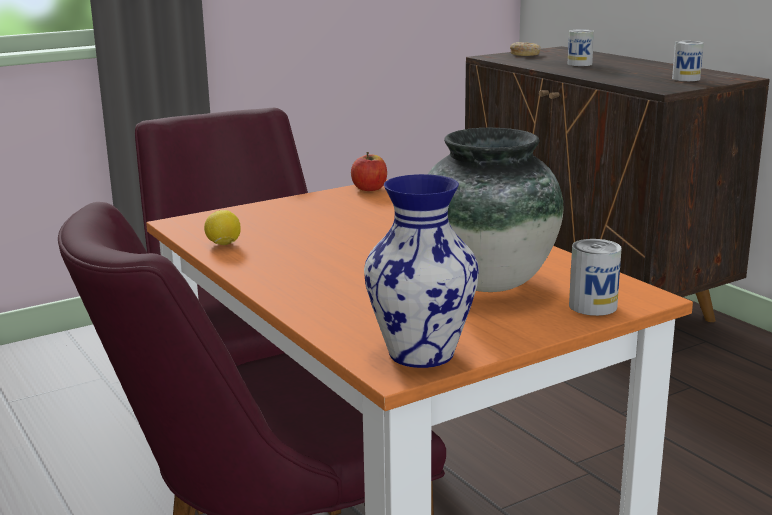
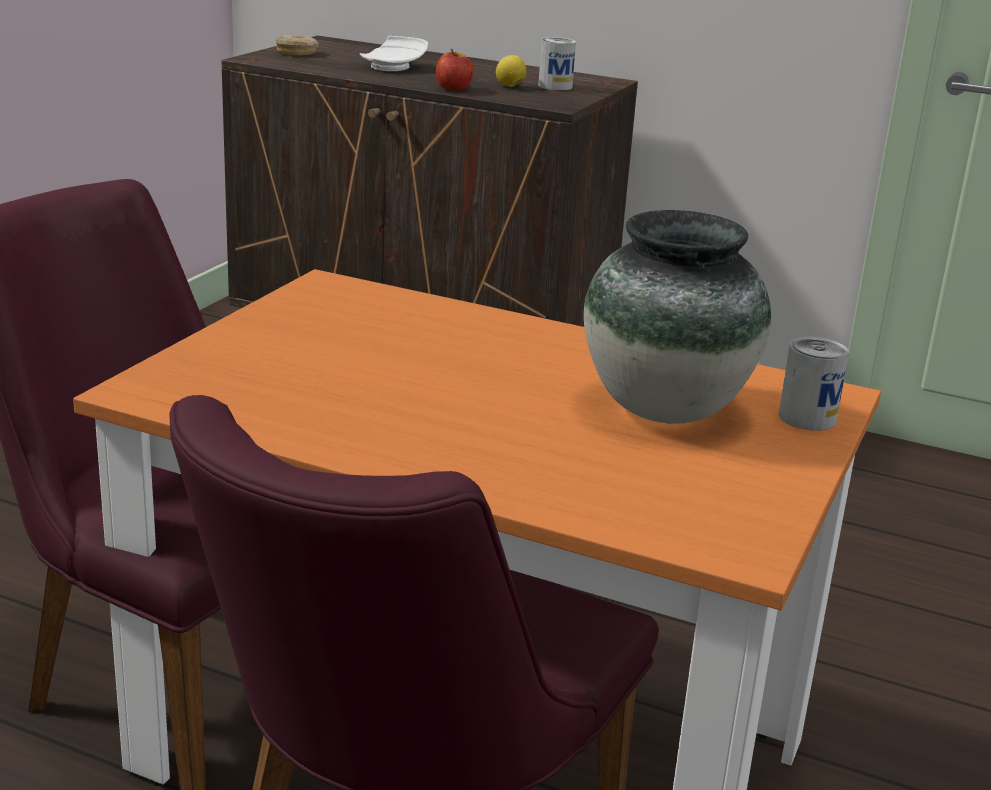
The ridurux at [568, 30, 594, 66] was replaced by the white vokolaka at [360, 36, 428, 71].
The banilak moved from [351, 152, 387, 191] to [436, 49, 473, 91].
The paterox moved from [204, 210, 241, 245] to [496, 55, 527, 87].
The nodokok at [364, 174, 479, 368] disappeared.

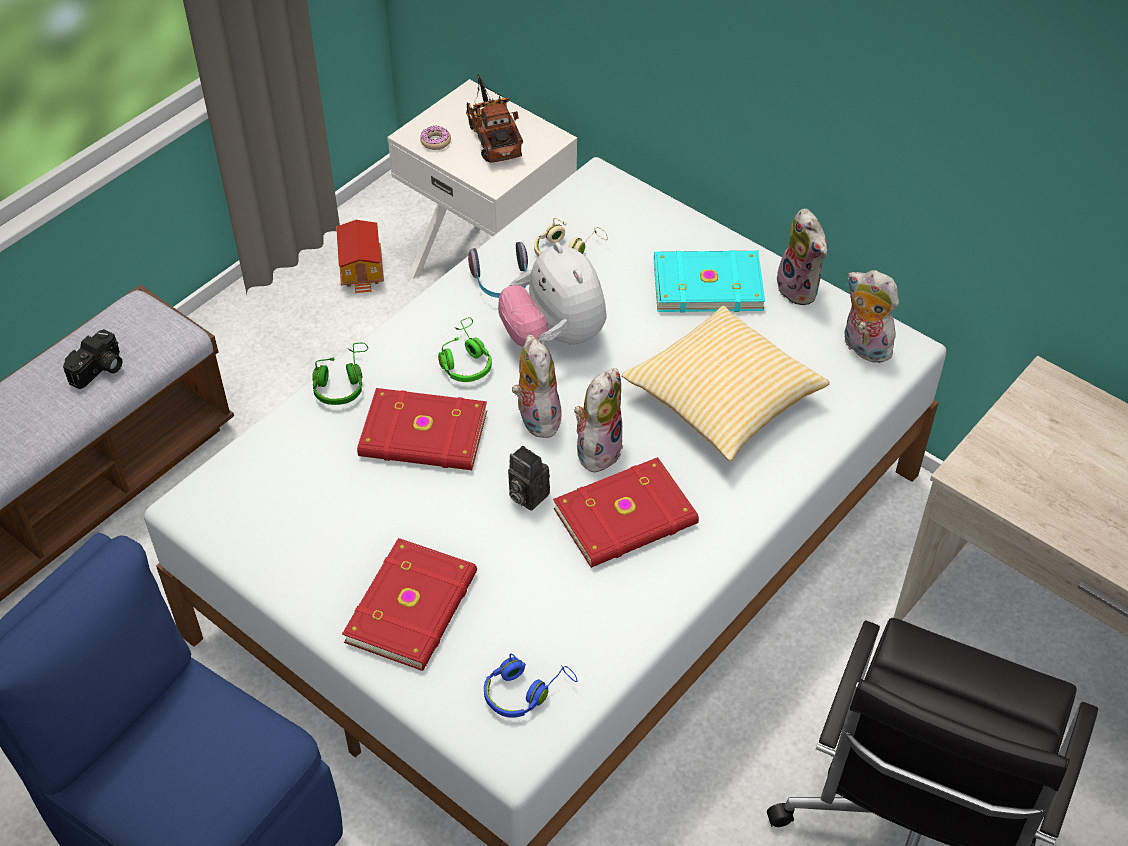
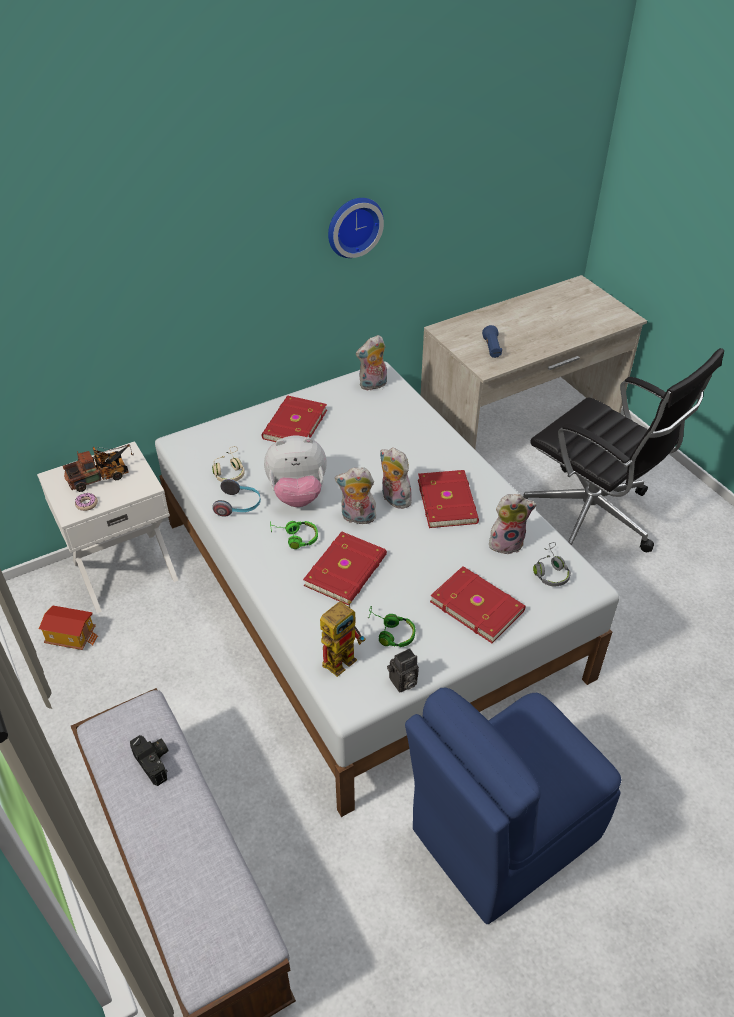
The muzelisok at [466, 74, 523, 163] turned 150 degrees clockwise.
The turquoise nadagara at [654, 250, 765, 313] became the red nadagara at [262, 396, 327, 442].
The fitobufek at [320, 600, 366, 677] appeared.
The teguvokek at [328, 198, 384, 258] appeared.
The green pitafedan moved from [312, 343, 368, 405] to [368, 606, 415, 647].
The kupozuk moved from [508, 446, 550, 511] to [387, 648, 419, 692].
The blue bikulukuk at [482, 325, 502, 358] appeared.
The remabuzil moved from [773, 209, 828, 305] to [489, 494, 536, 554].
The blue pitafedan at [484, 653, 578, 718] became the grey pitafedan at [533, 542, 571, 586].
The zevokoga at [622, 306, 830, 461] disappeared.

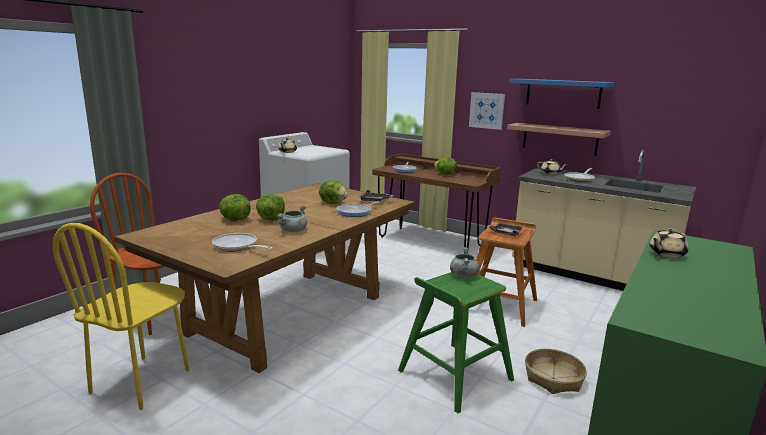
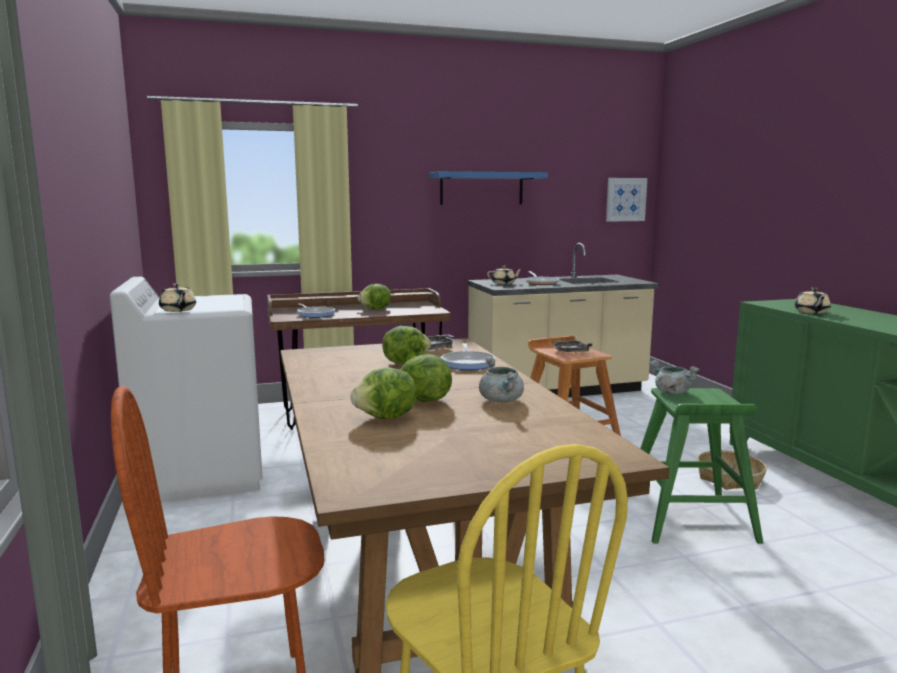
The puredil moved from [469, 92, 505, 130] to [606, 178, 647, 221].
The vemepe at [212, 233, 273, 252] disappeared.
The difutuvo at [507, 123, 611, 156] disappeared.

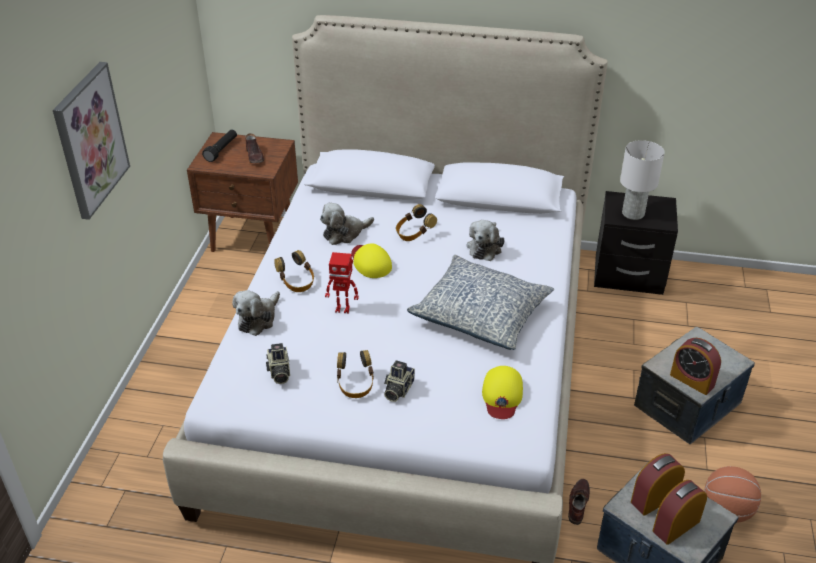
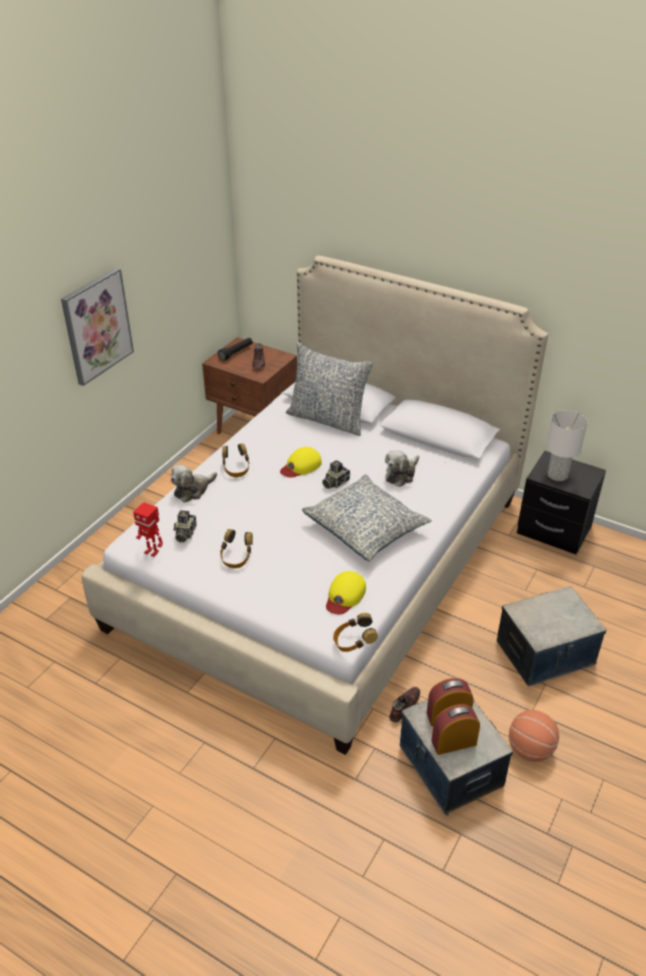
The fitobufek moved from [325, 252, 359, 314] to [133, 502, 163, 557].
The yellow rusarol at [351, 243, 392, 278] turned 120 degrees counterclockwise.
The zevokoga at [286, 342, 373, 436] appeared.
The kupozuk moved from [384, 360, 415, 402] to [322, 460, 350, 489].
The pitafedan moved from [396, 204, 437, 241] to [333, 613, 378, 652].
The remabuzil at [320, 203, 374, 245] disappeared.
The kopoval at [670, 338, 721, 395] disappeared.

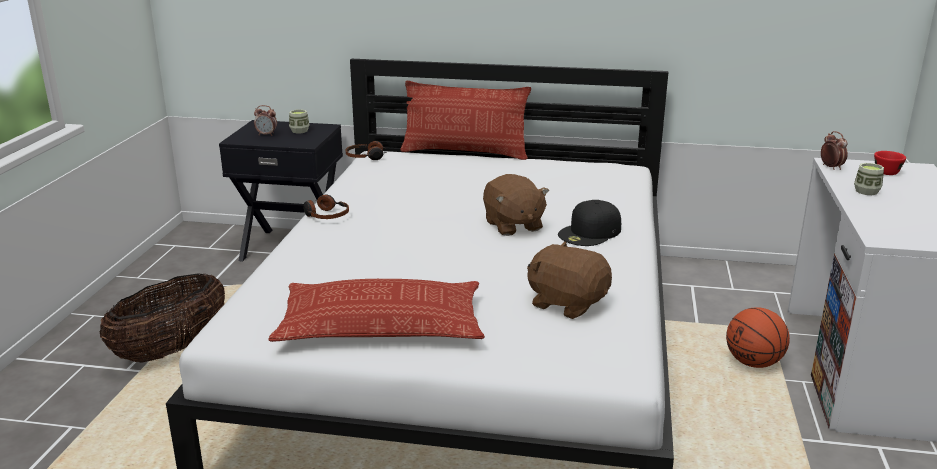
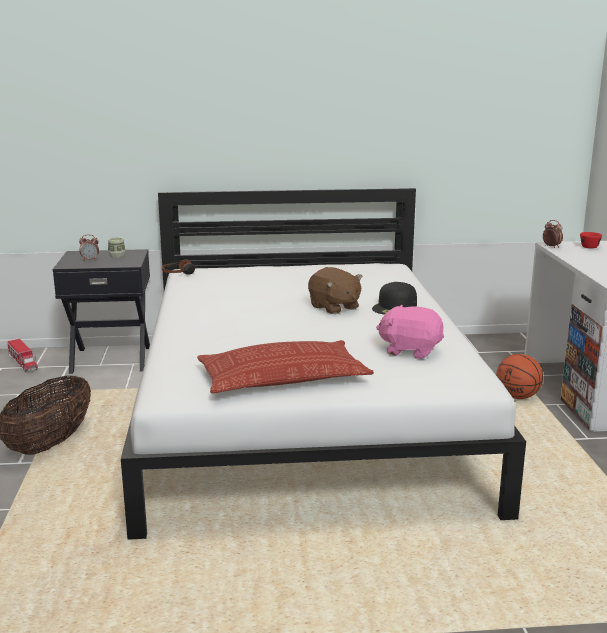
The muzelisok at [7, 339, 38, 372] appeared.
The brown remabuzil at [527, 241, 612, 319] became the pink remabuzil at [376, 305, 444, 359].
The pitafedan at [303, 195, 349, 219] disappeared.
The zevokoga at [400, 81, 531, 160] disappeared.
The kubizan at [854, 163, 884, 195] disappeared.

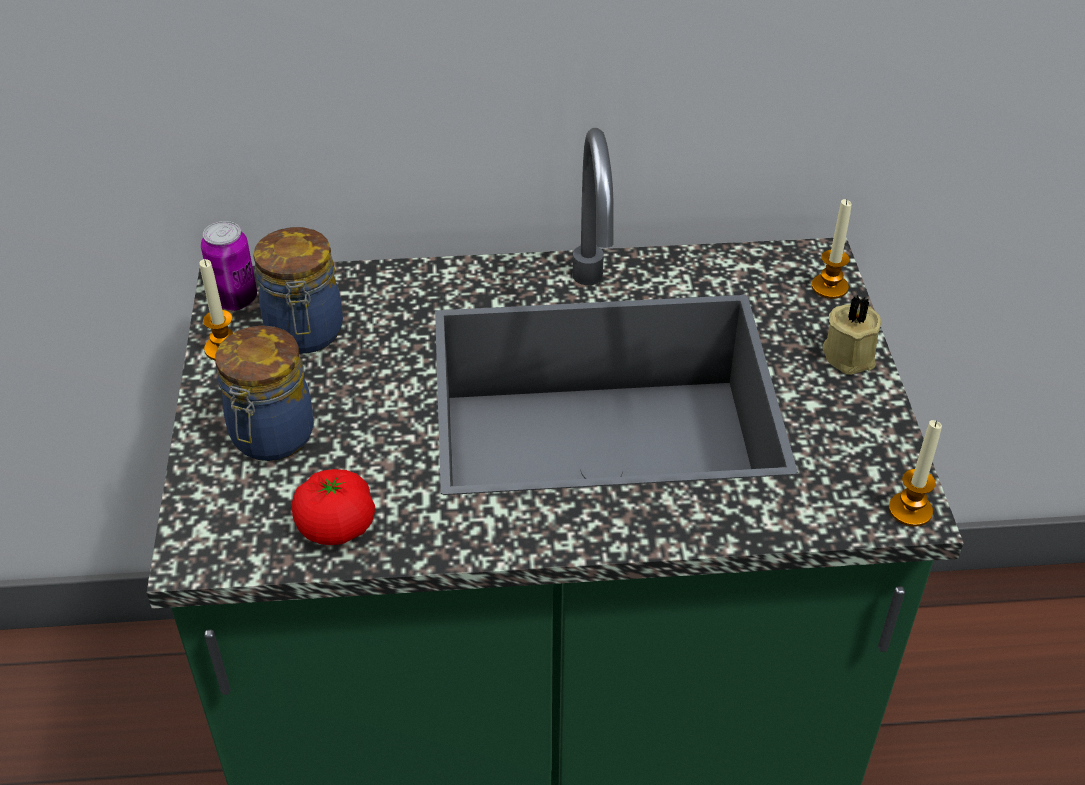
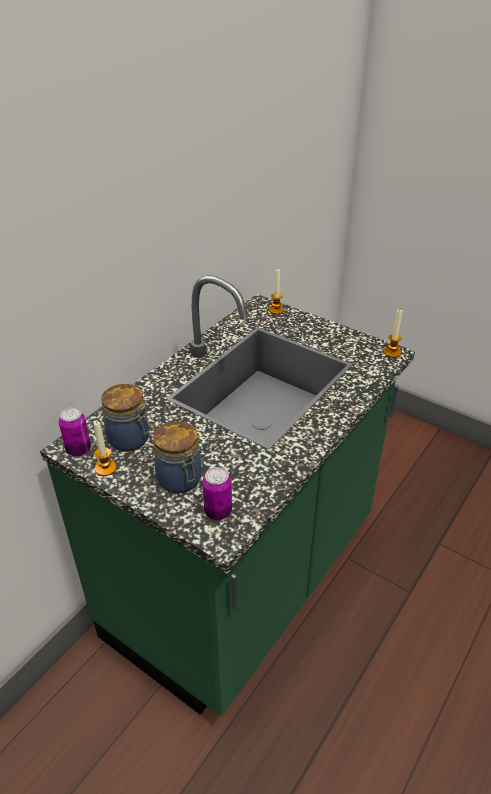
The ridurux at [202, 467, 232, 520] appeared.
The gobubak at [292, 469, 375, 545] disappeared.
The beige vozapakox at [823, 295, 881, 375] disappeared.

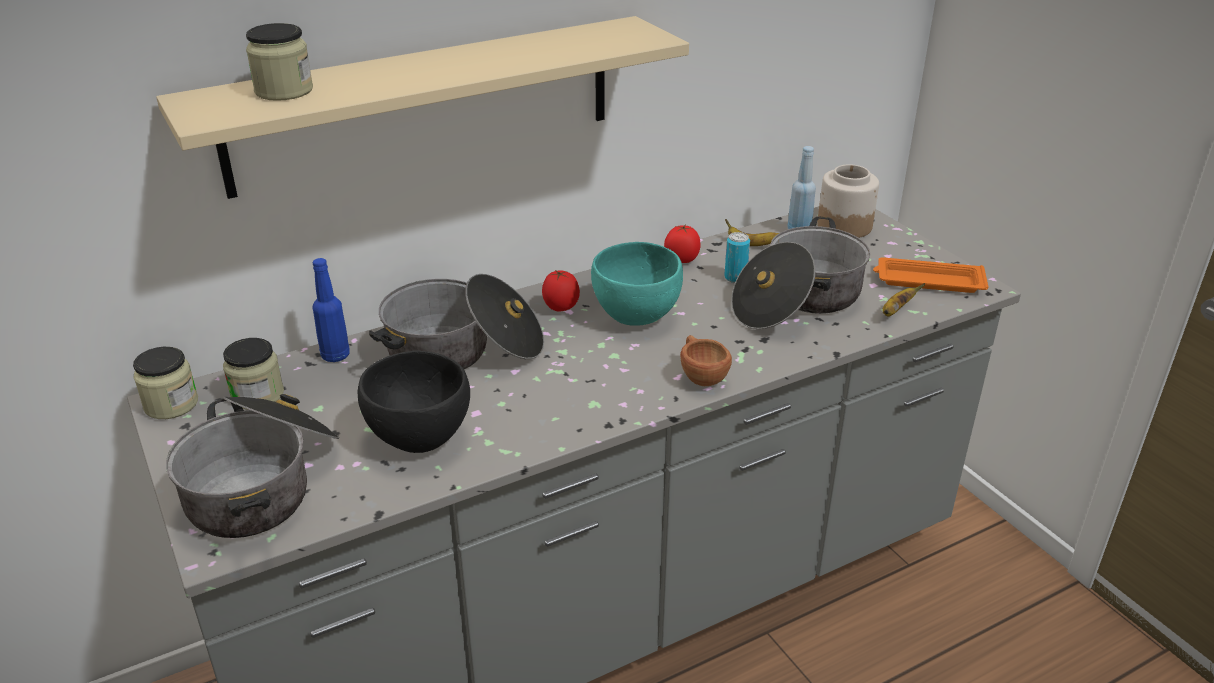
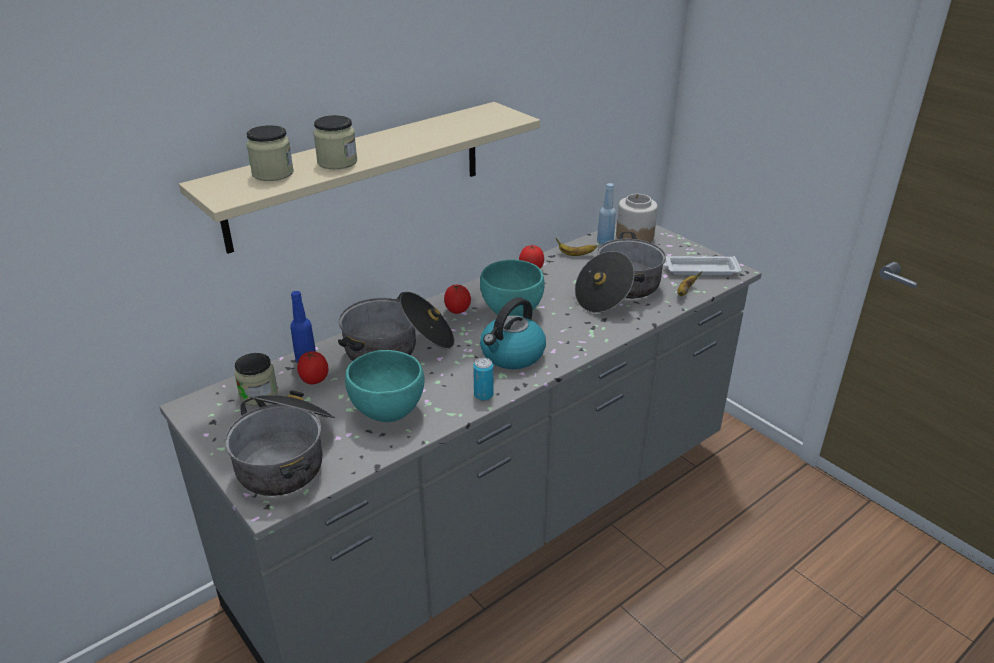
The gobubak at [297, 351, 329, 384] appeared.
The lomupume moved from [133, 347, 198, 419] to [313, 115, 357, 169].
The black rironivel at [358, 351, 470, 453] became the turquoise rironivel at [345, 350, 424, 422].
The ridurux moved from [724, 232, 750, 283] to [473, 358, 493, 401].
The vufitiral at [480, 297, 546, 369] appeared.
The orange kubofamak at [873, 257, 989, 293] became the white kubofamak at [663, 256, 742, 275].
The brown kubizan at [680, 335, 732, 386] disappeared.

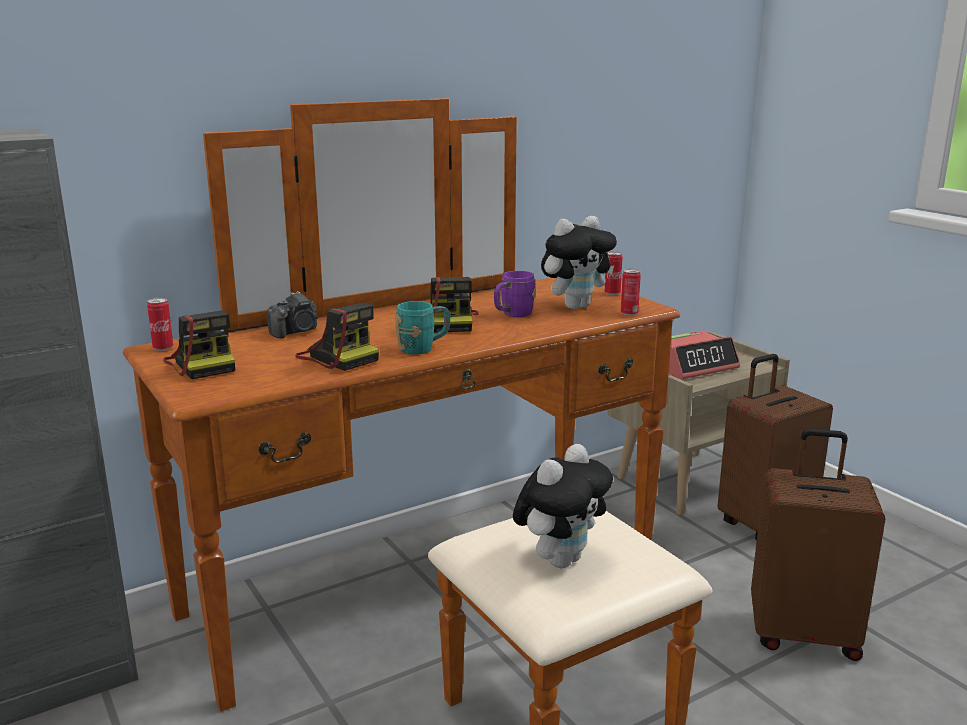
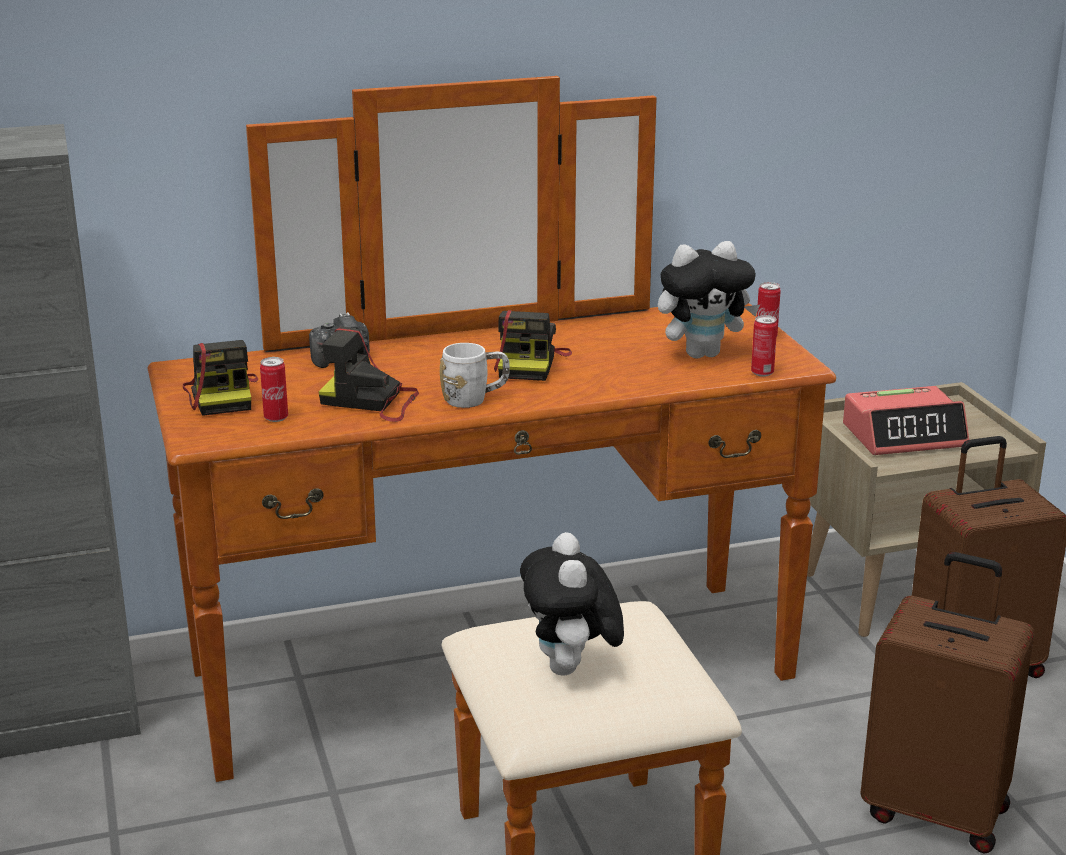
The ridurux moved from [147, 298, 173, 351] to [260, 357, 288, 422].
The kupozuk at [295, 303, 379, 371] turned 135 degrees clockwise.
The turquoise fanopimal at [395, 301, 450, 354] became the white fanopimal at [440, 343, 510, 408].
The remabuzil at [513, 444, 613, 568] turned 120 degrees clockwise.
The purple fanopimal at [494, 271, 536, 317] disappeared.

